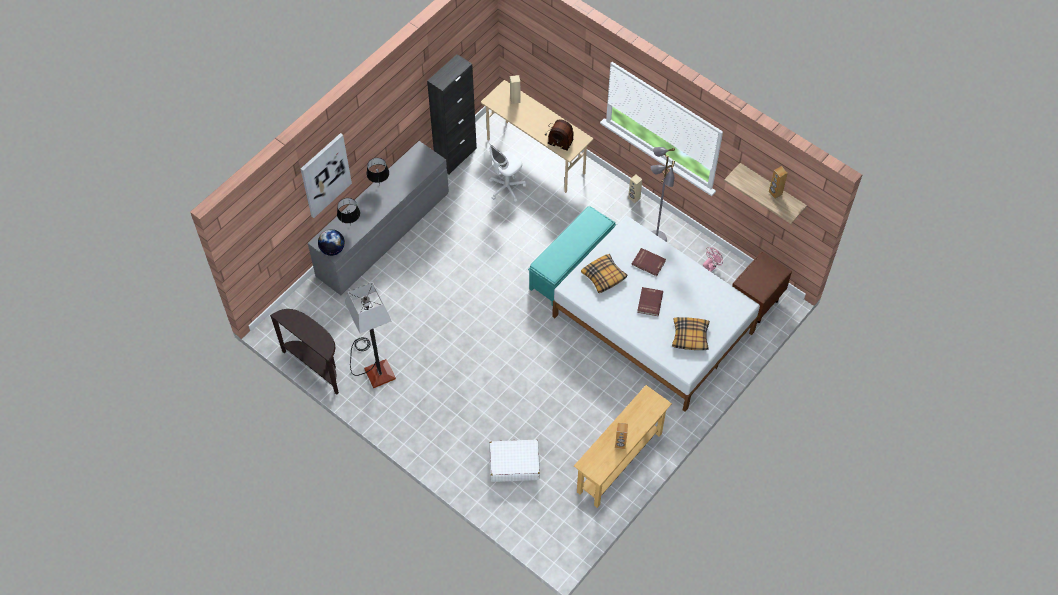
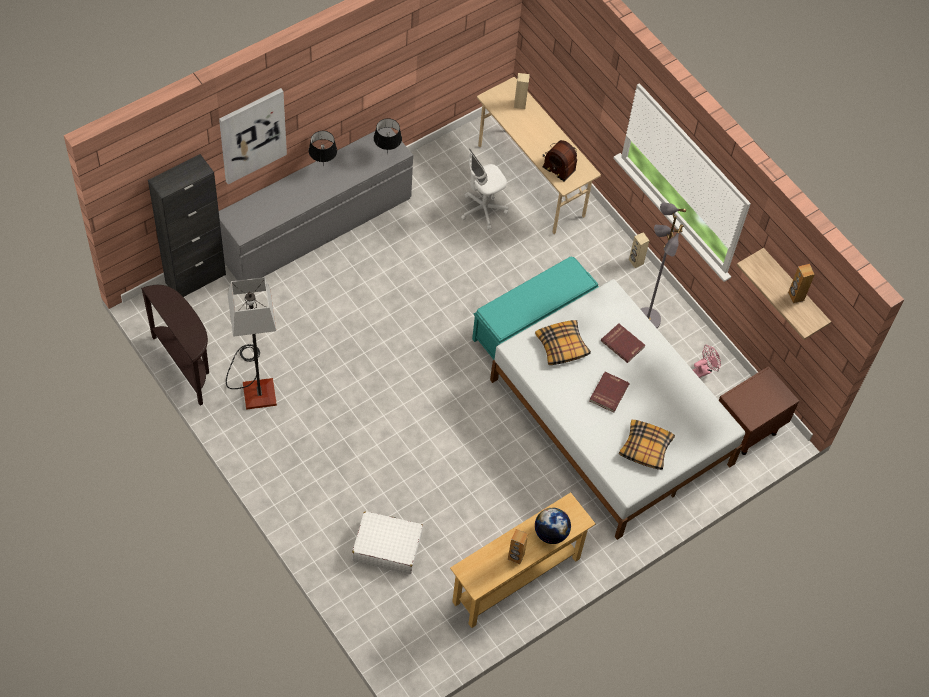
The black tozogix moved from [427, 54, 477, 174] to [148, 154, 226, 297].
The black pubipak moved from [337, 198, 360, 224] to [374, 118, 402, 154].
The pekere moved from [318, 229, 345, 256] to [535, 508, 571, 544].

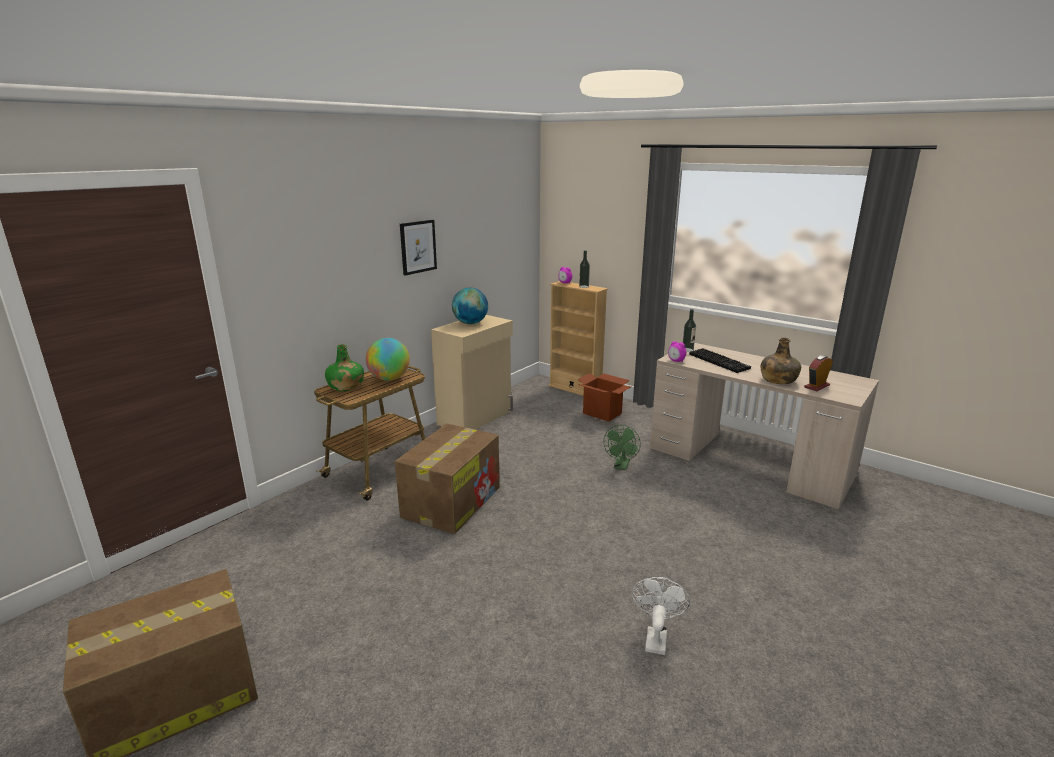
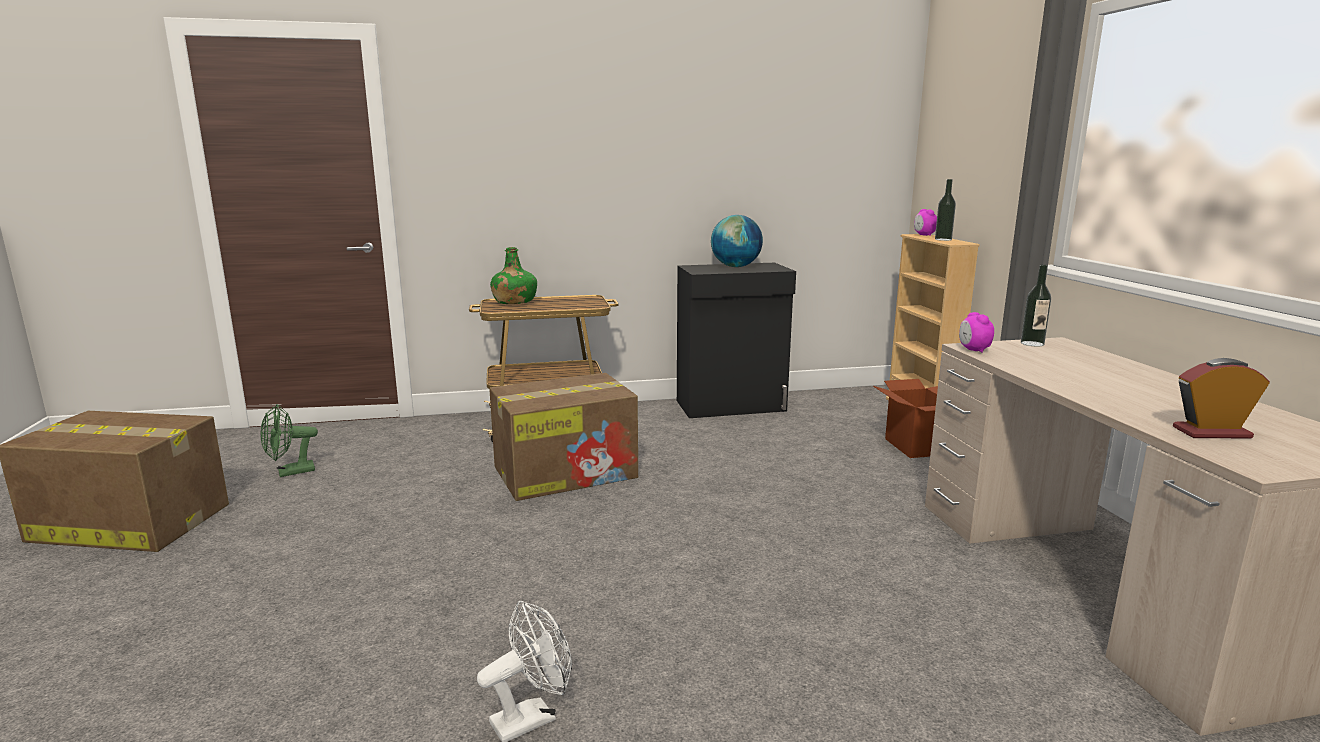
The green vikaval moved from [603, 425, 641, 470] to [261, 404, 318, 477].
The beige tozogix at [431, 315, 513, 430] became the black tozogix at [677, 263, 796, 418].
The pekere at [366, 338, 410, 381] disappeared.
The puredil at [400, 220, 437, 276] disappeared.
The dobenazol at [689, 348, 751, 373] disappeared.
The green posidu at [761, 338, 801, 384] disappeared.

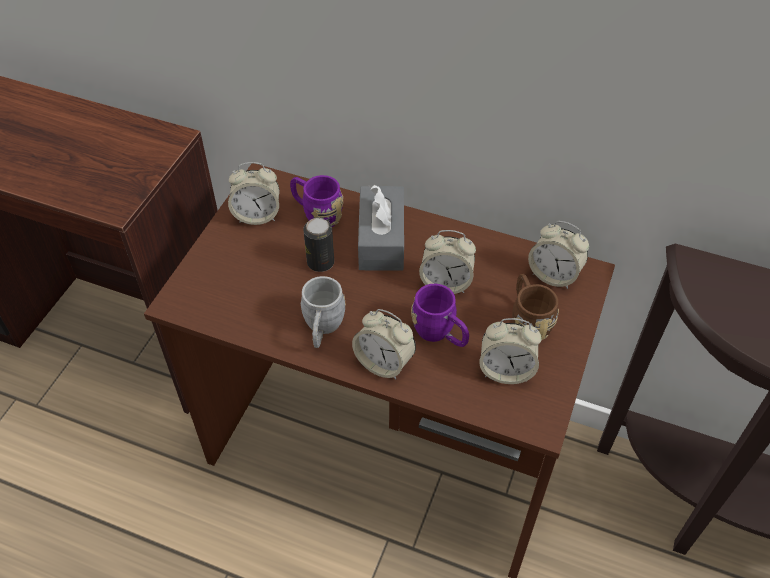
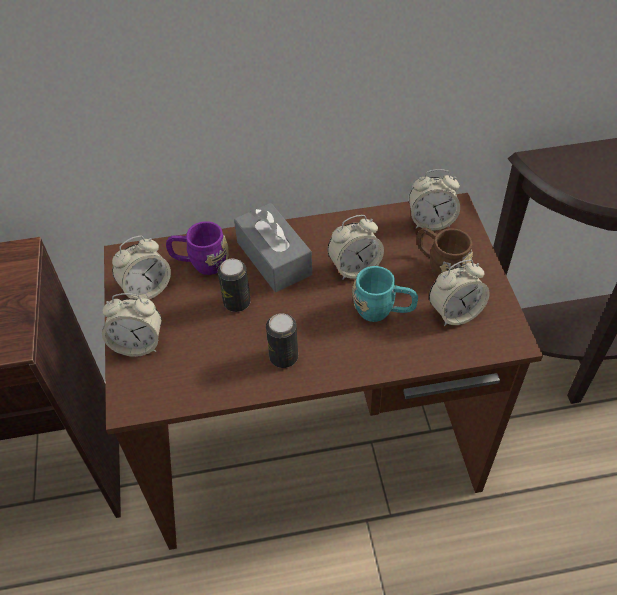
The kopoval moved from [352, 309, 416, 379] to [102, 293, 162, 357].
The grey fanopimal at [301, 276, 346, 348] was replaced by the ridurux at [266, 313, 298, 368].
The purple fanopimal at [411, 284, 469, 347] became the turquoise fanopimal at [352, 266, 418, 322].

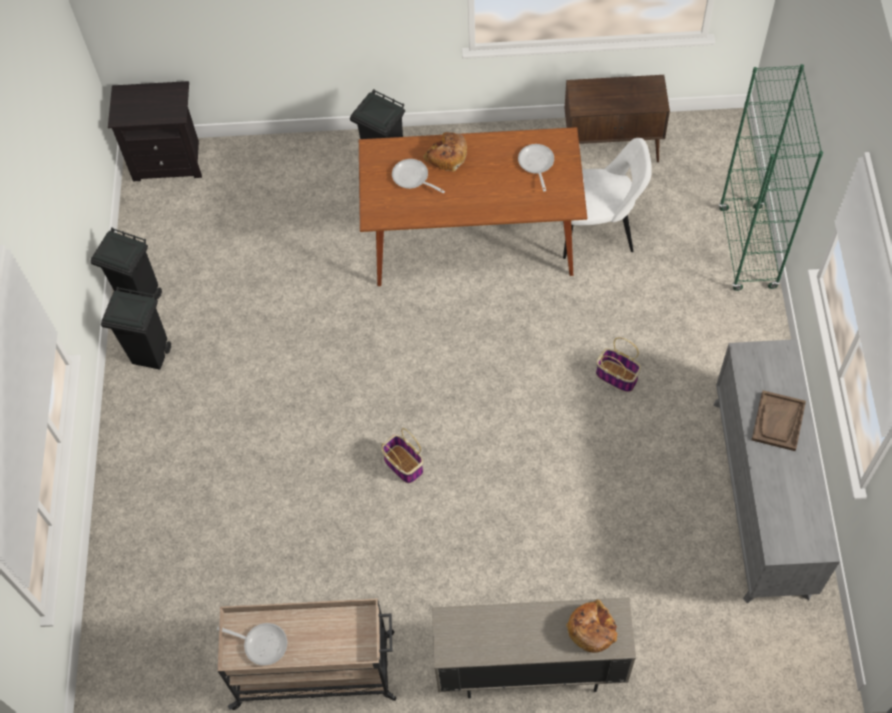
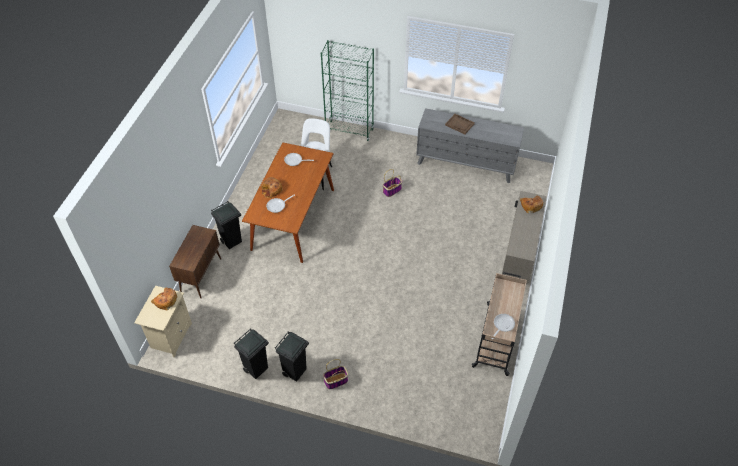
The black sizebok at [108, 81, 202, 181] became the beige sizebok at [134, 286, 192, 357].
The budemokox at [151, 288, 177, 311] appeared.
The brown tozogix moved from [565, 75, 670, 162] to [169, 225, 221, 298].
The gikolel moved from [381, 428, 423, 483] to [323, 359, 348, 389].

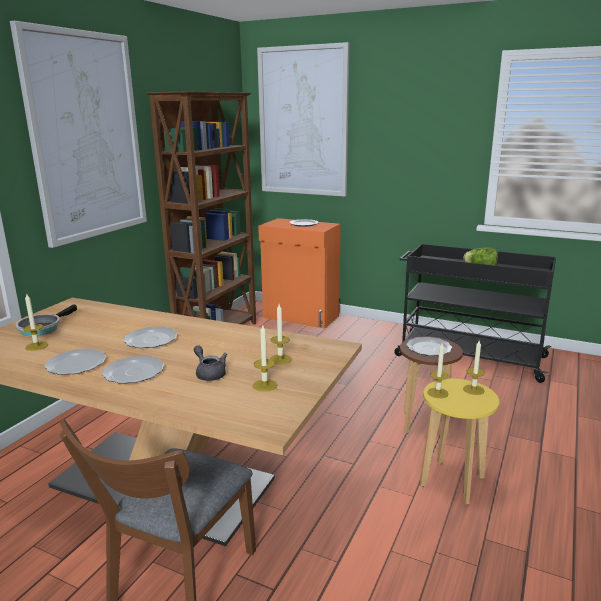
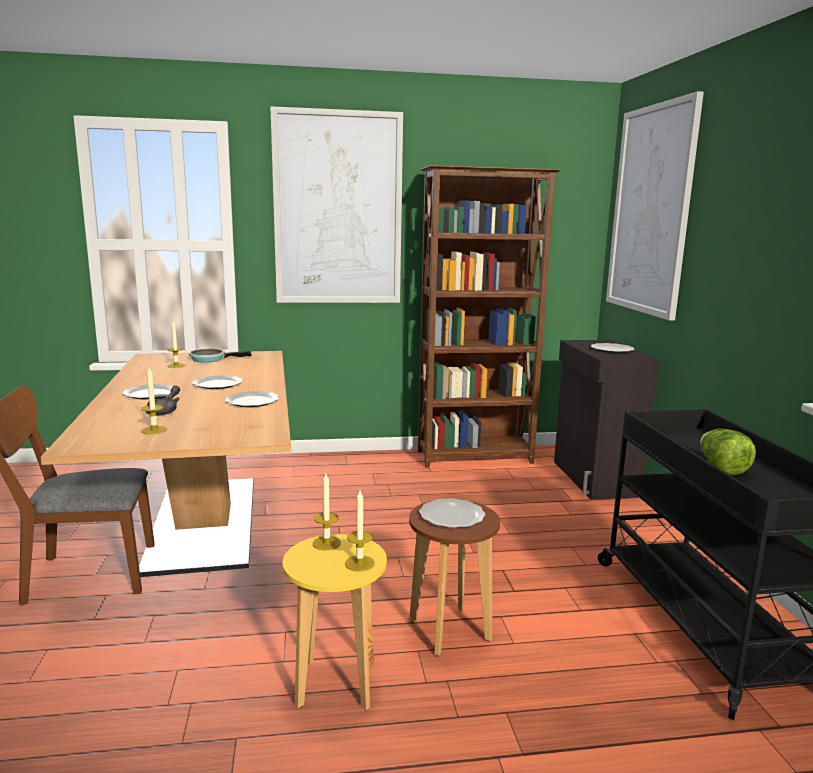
The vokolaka moved from [44, 349, 106, 375] to [225, 391, 279, 407].
The orange tozogix at [258, 218, 341, 329] became the black tozogix at [554, 340, 659, 500].
The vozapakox at [269, 304, 292, 365] disappeared.

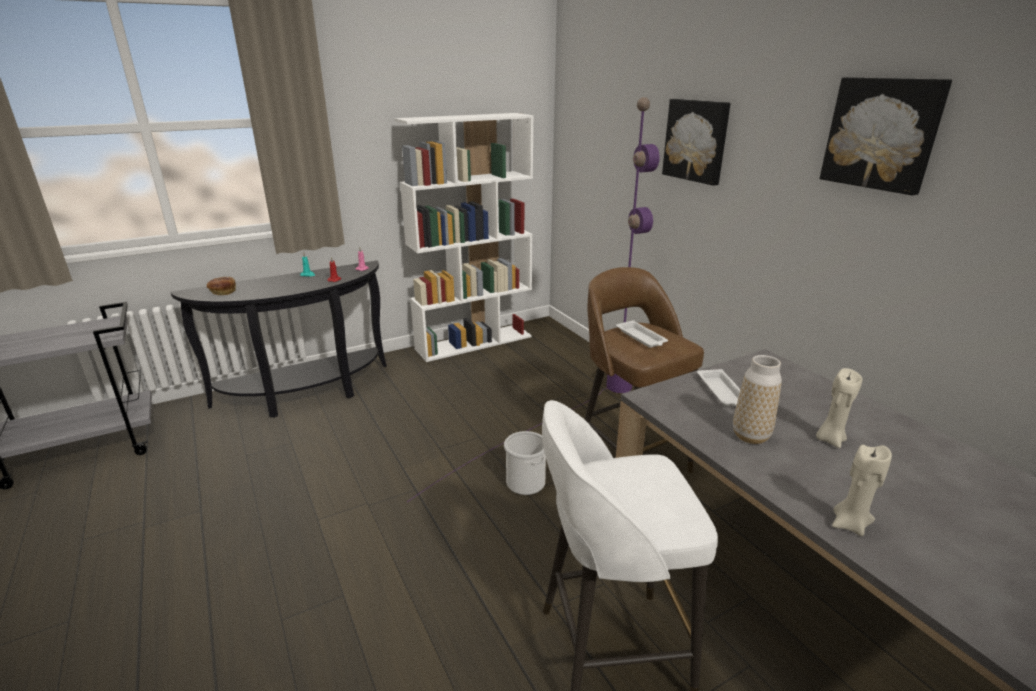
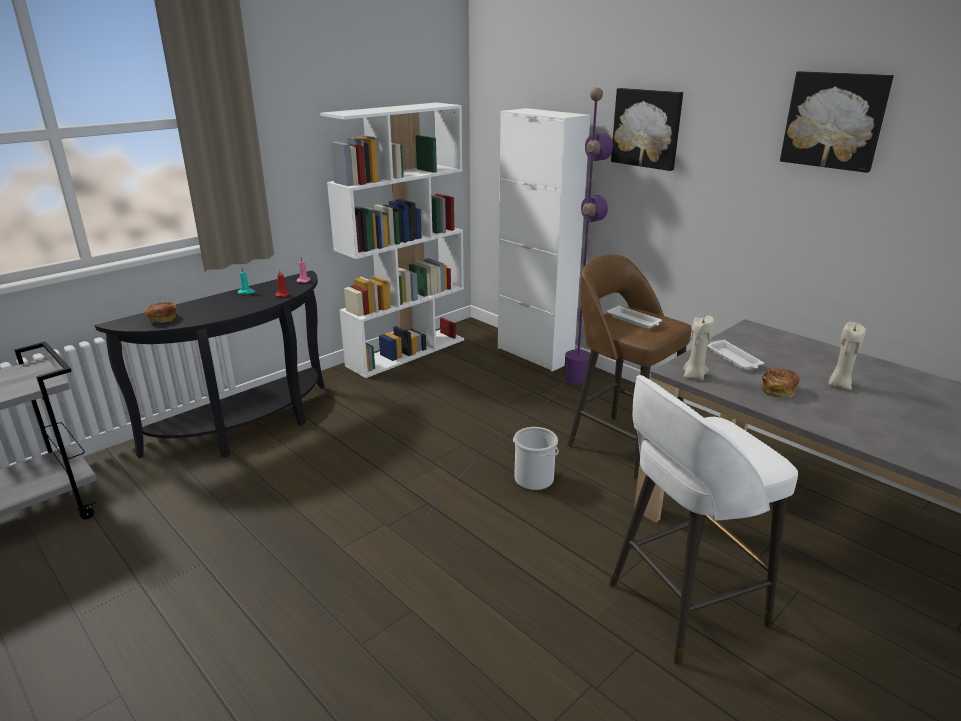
The white tozogix at [498, 108, 590, 371] appeared.
The beige vozapakox moved from [832, 445, 892, 536] to [683, 315, 714, 380].
The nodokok at [733, 355, 782, 444] was replaced by the budemokox at [762, 368, 799, 398].

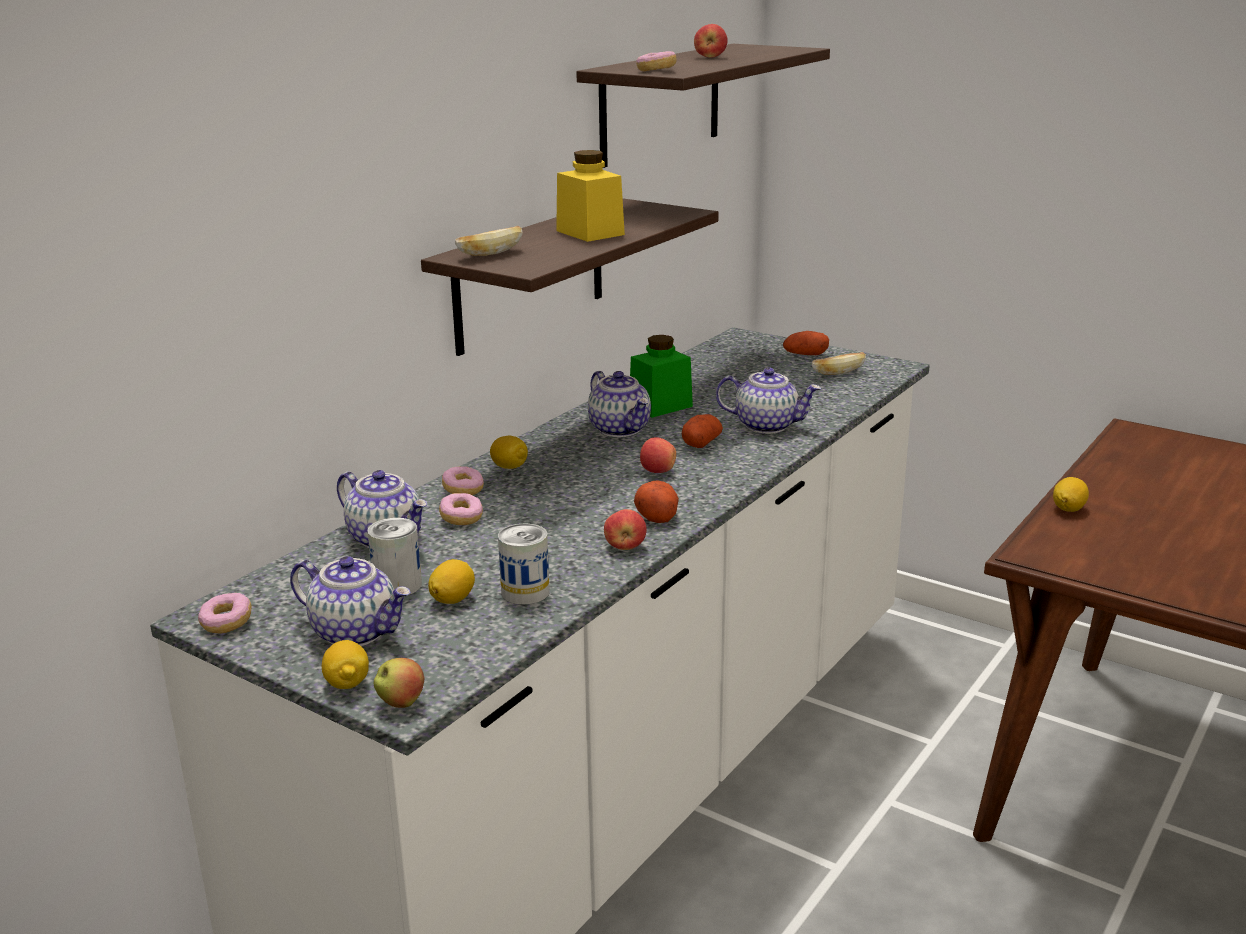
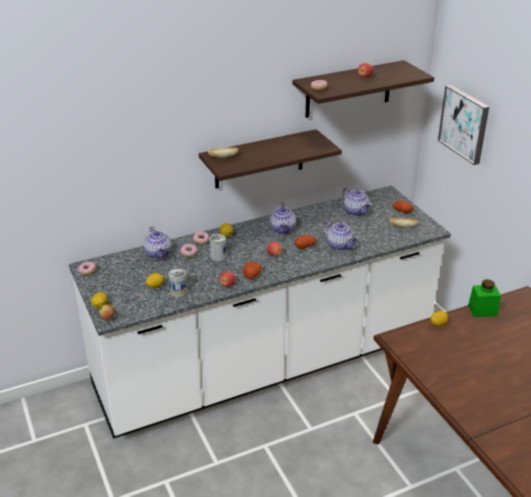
The ridurux moved from [367, 518, 422, 595] to [209, 234, 227, 261].
The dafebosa moved from [290, 556, 411, 646] to [343, 187, 371, 216].
The puredil at [438, 85, 489, 165] appeared.
The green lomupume moved from [630, 335, 693, 418] to [468, 279, 501, 317].
The yellow lomupume at [556, 150, 625, 242] disappeared.

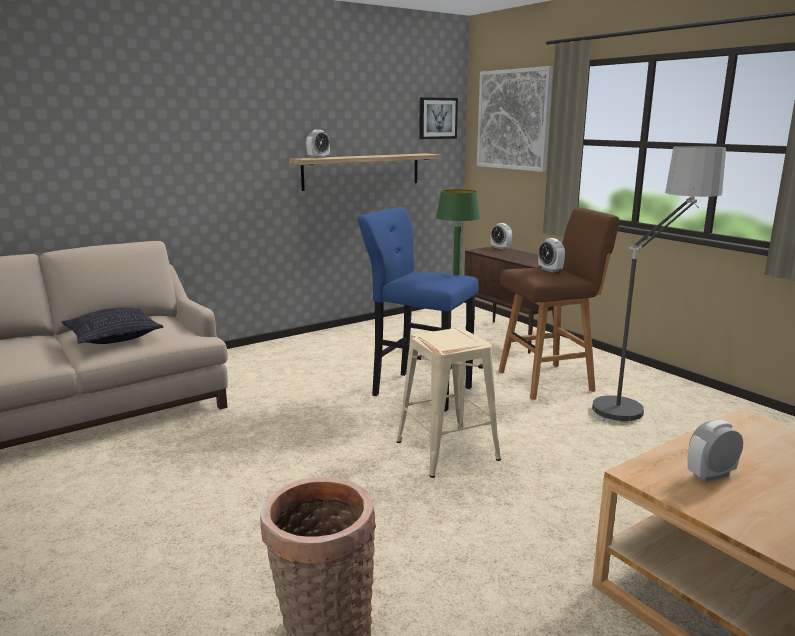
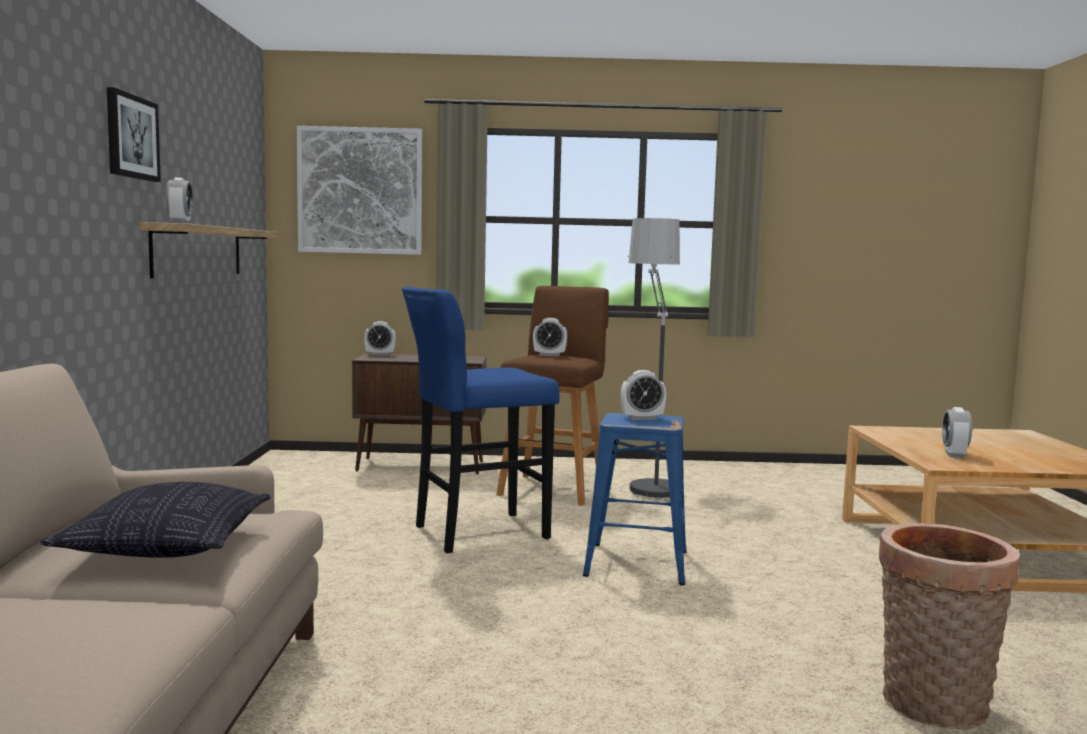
The puredil moved from [419, 97, 458, 139] to [107, 87, 161, 182].
The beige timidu at [397, 328, 501, 478] became the blue timidu at [583, 413, 687, 585].
The kopoval at [621, 370, 666, 420] appeared.
The green pubipak at [436, 189, 480, 275] disappeared.

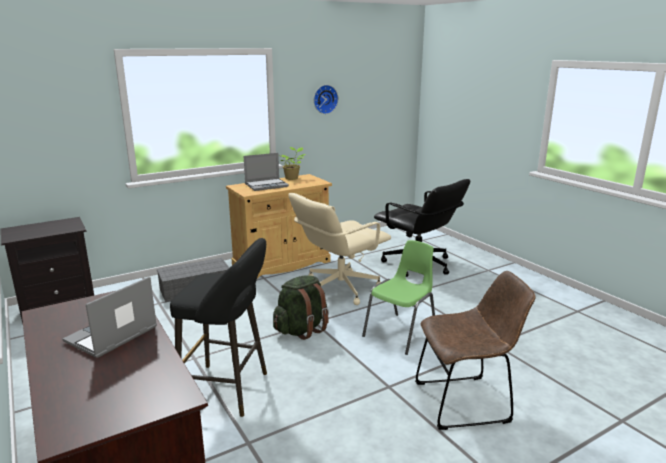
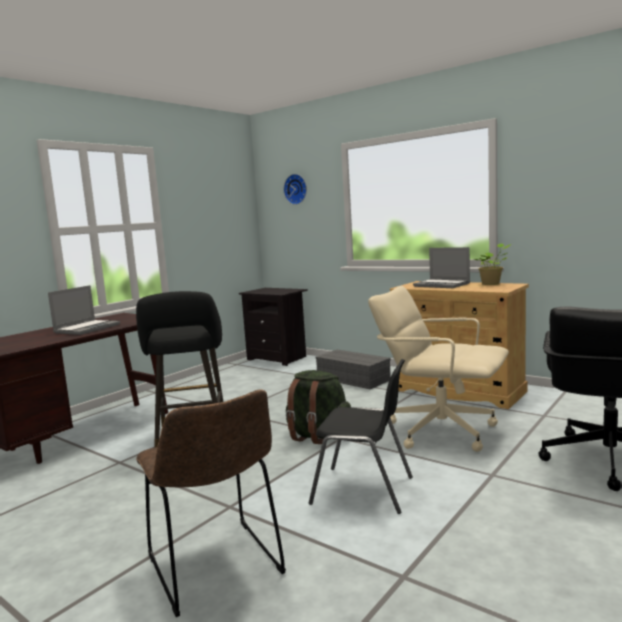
The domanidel at [62, 276, 157, 358] turned 105 degrees clockwise.
The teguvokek moved from [314, 85, 338, 114] to [284, 174, 307, 205].
The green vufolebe at [362, 240, 435, 355] became the black vufolebe at [309, 359, 413, 514].

